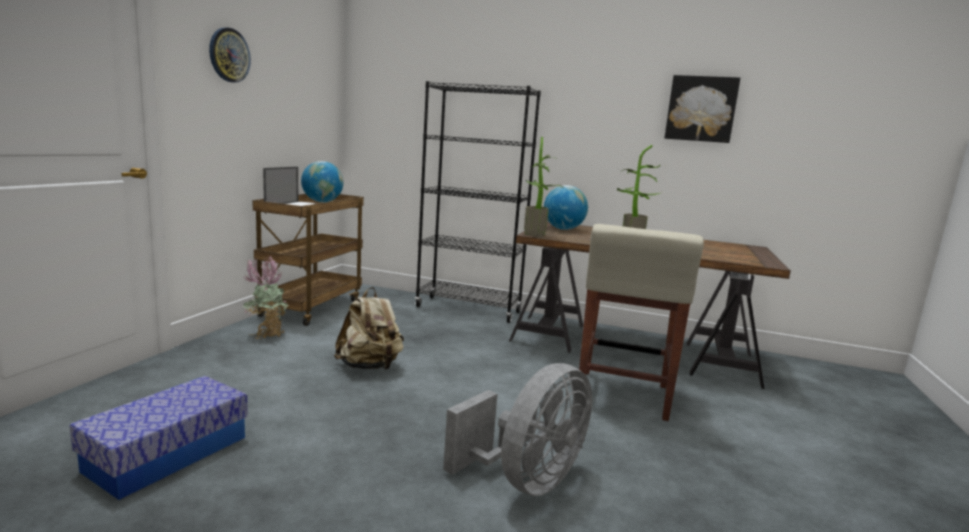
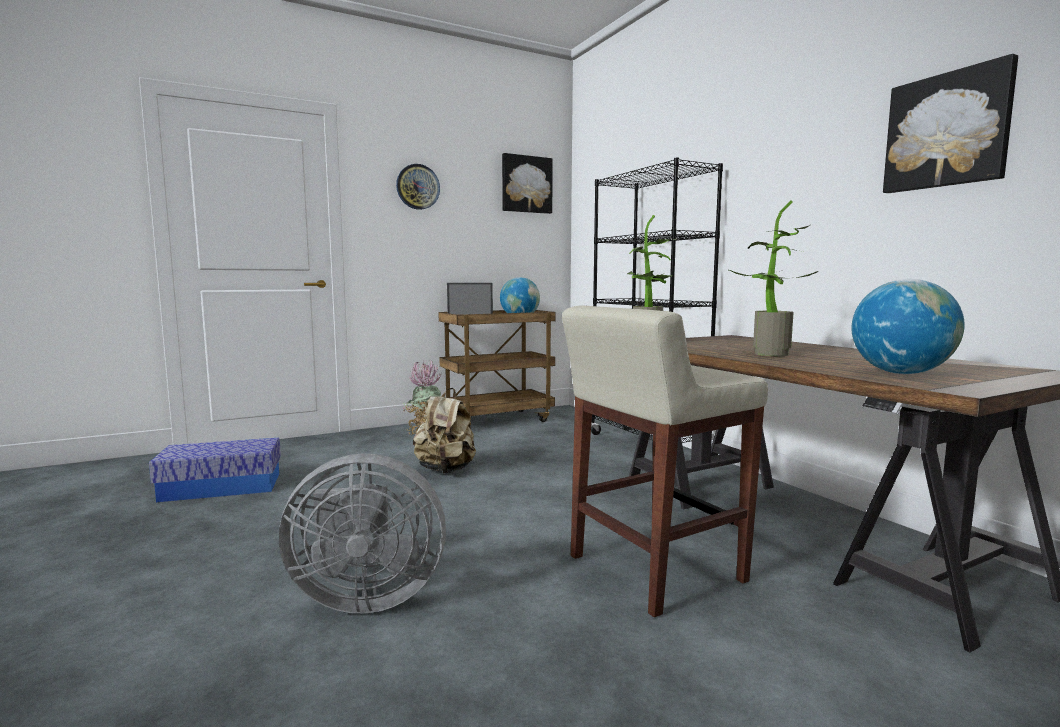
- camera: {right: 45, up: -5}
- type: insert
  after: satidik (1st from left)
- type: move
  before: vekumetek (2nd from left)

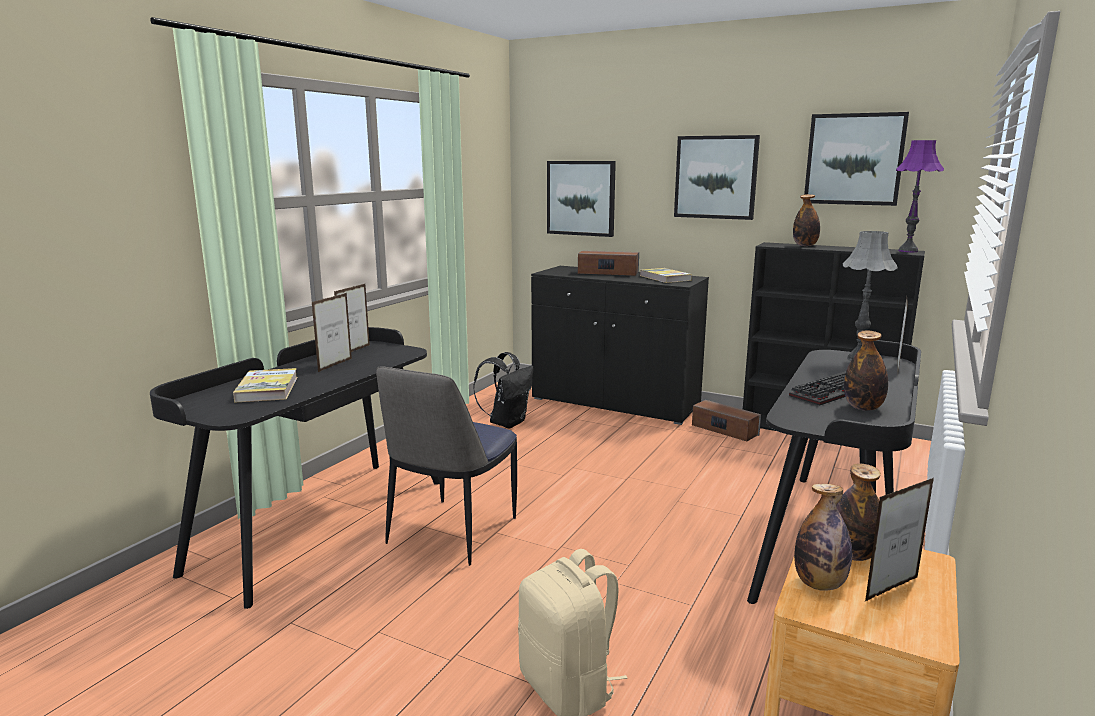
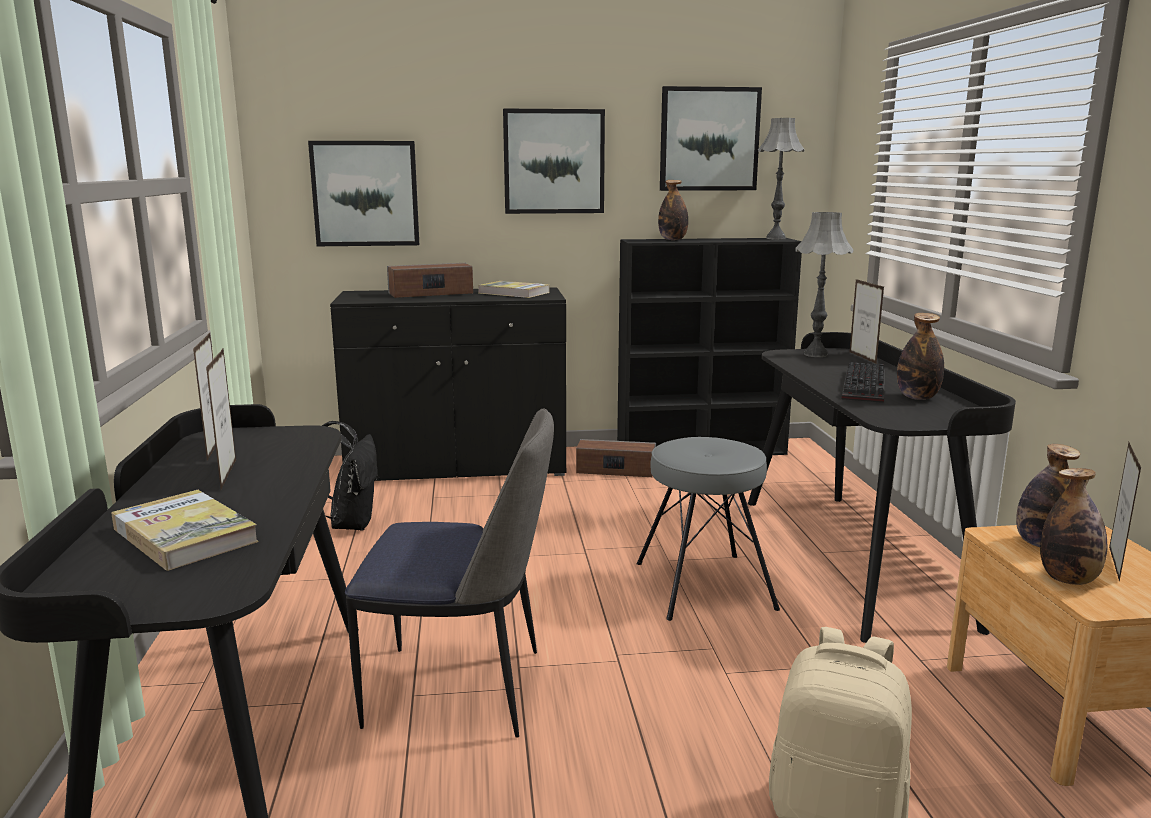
- camera: {right: -35, up: 0}
- type: insert
  after: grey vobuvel
- type: recolor
  before: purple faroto
  after: grey faroto (1st from left)
- type: rotate
  before: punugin
  turn: -75

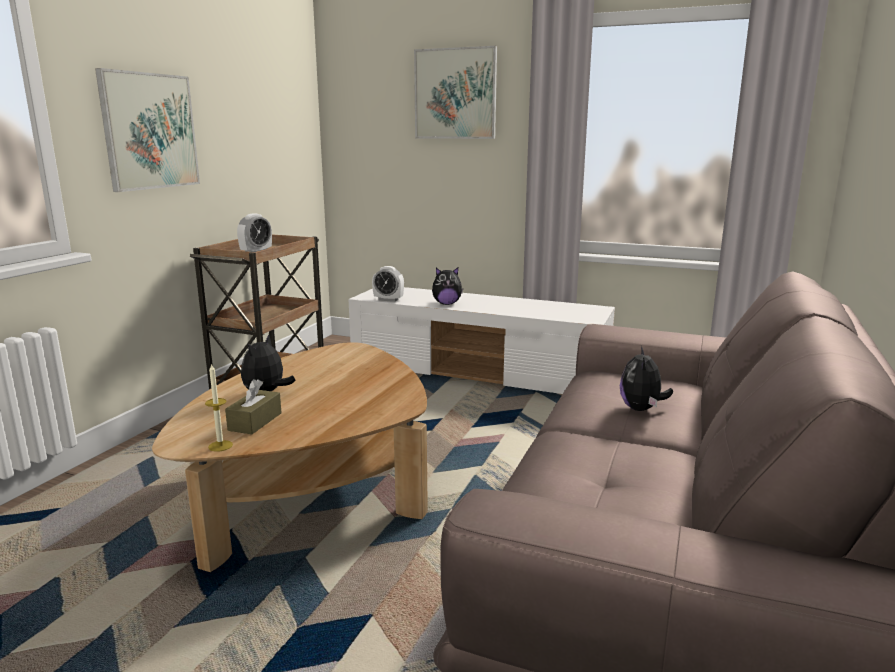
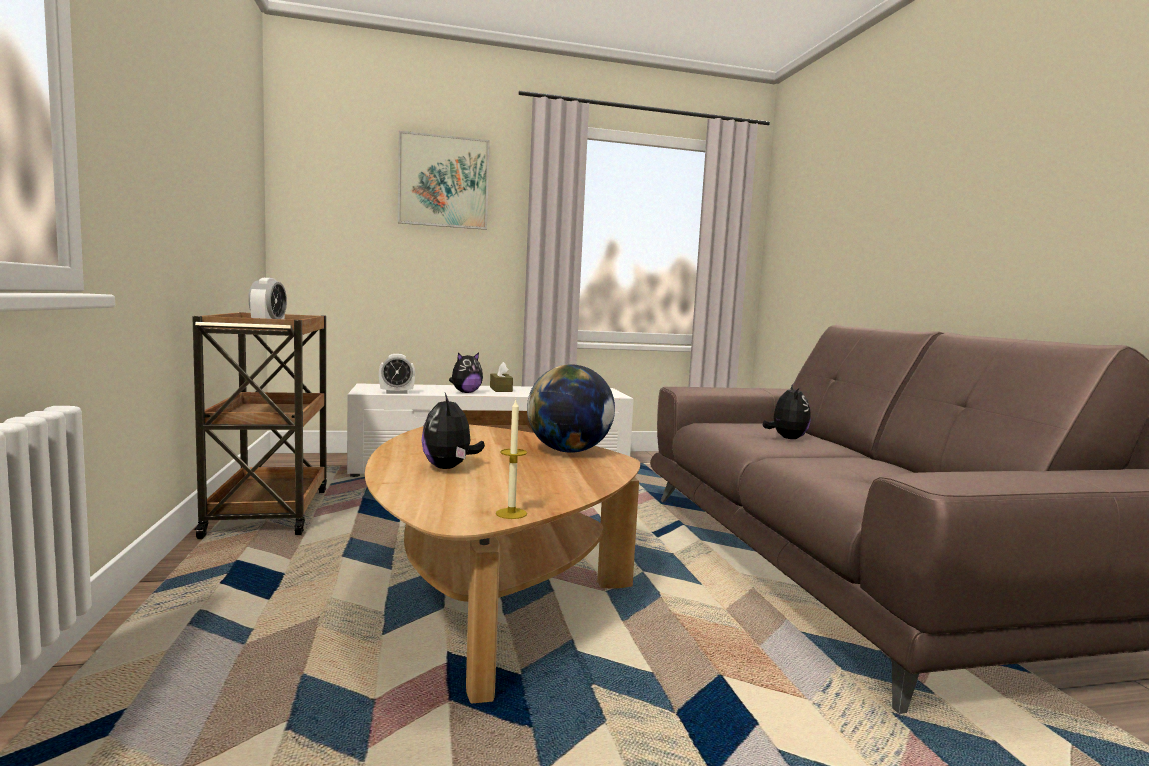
- camera: {right: -35, up: -10}
- type: delete
  before: satidik (1st from left)
- type: insert
  after: vekumetek
- type: move
  before: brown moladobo
- type: rotate
  before: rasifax (3rd from left)
  turn: -150

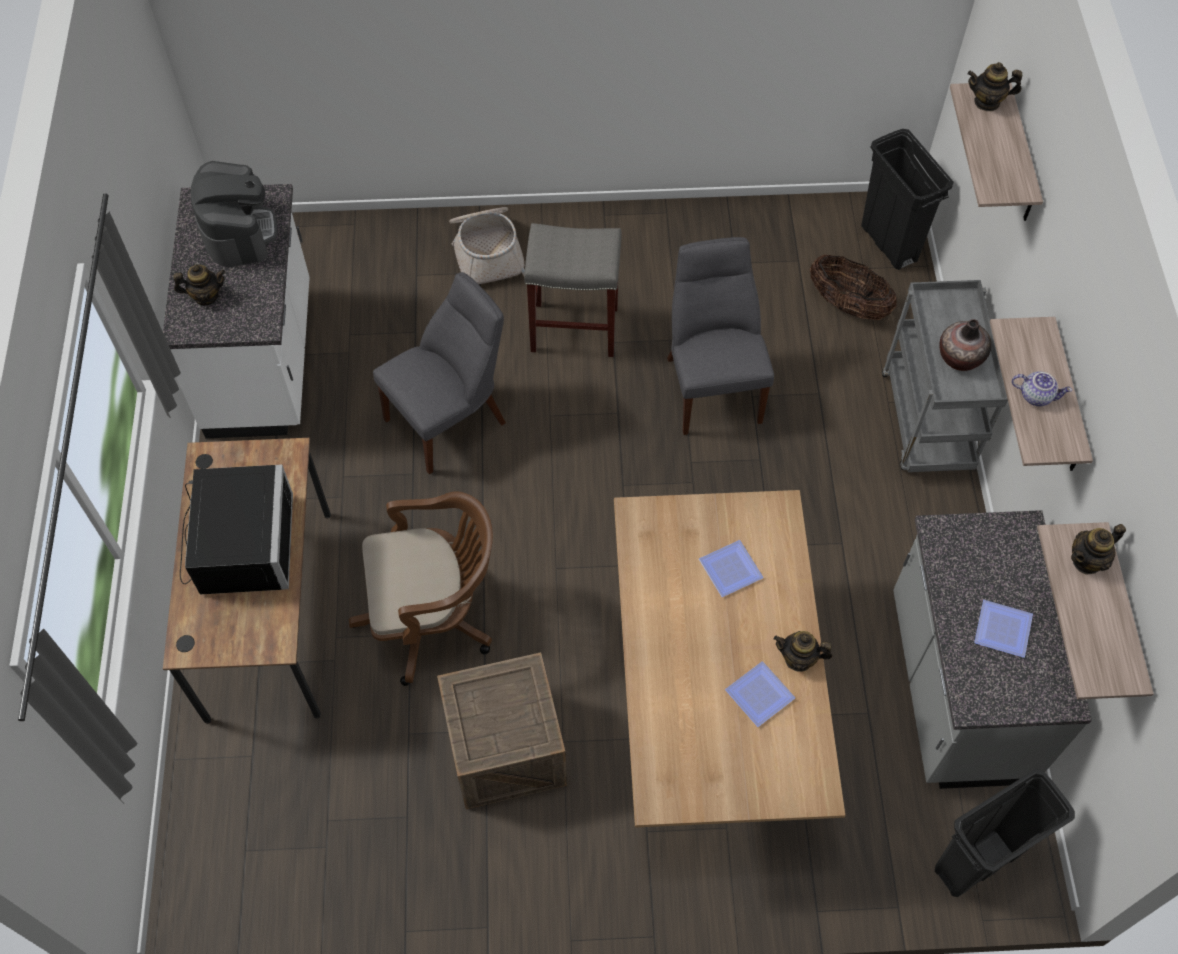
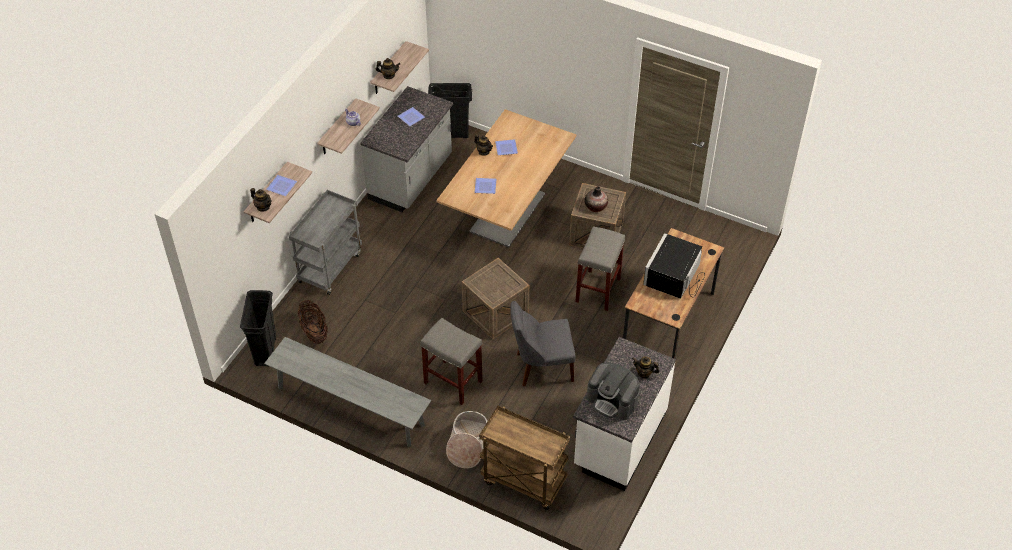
- camera: {right: -150, up: -10}
- type: delete
  before: grey punugin (2nd from left)
- type: insert
  after: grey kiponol
- type: insert
  after: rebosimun (1st from left)
- type: insert
  after: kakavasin (1st from left)
- type: insert
  after: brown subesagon
- type: move
  before: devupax
- type: replace
  before: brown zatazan
  after: grey vobuvel (2nd from left)
- type: rotate
  before: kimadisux
  turn: -75

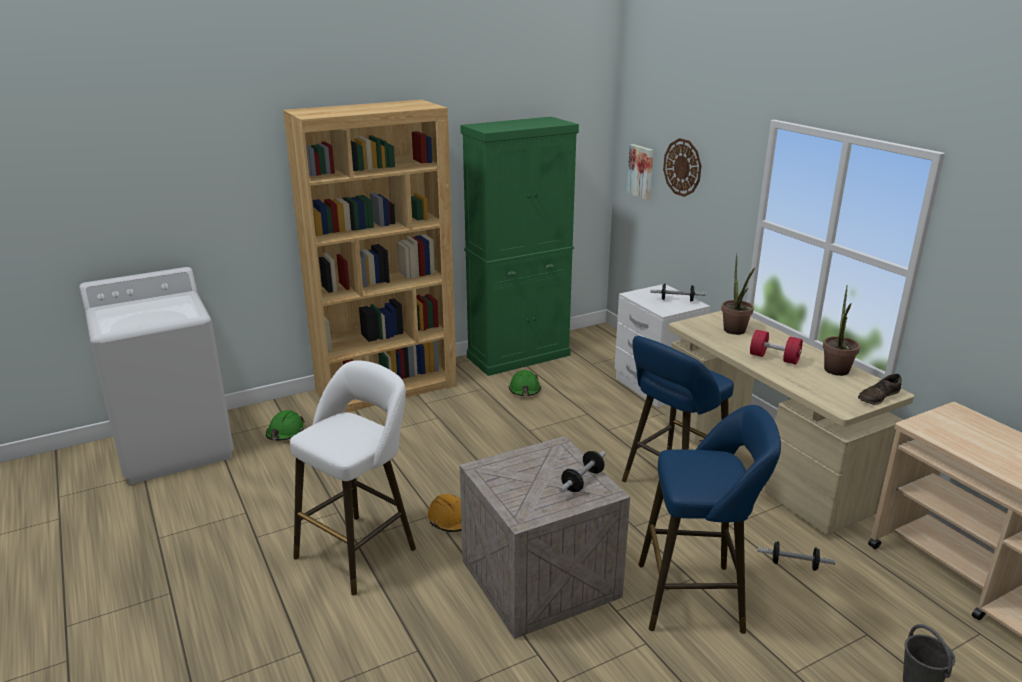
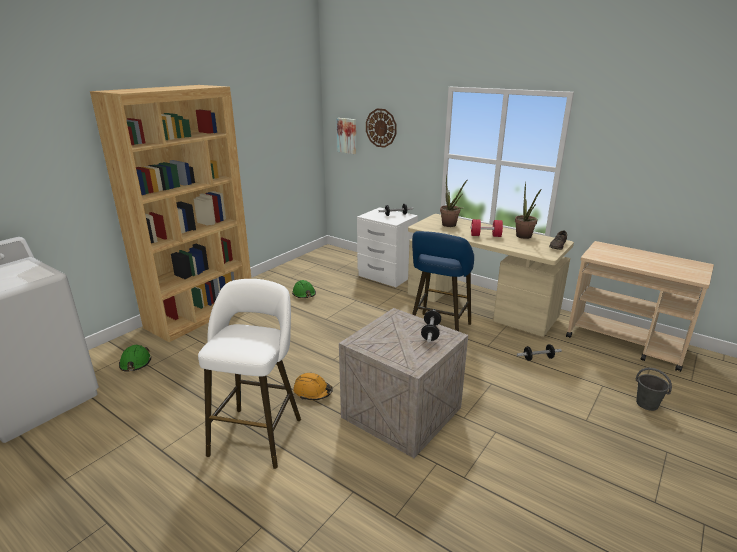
- camera: {right: -25, up: 0}
- type: delete
  before: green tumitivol
- type: delete
  before: blue vobuvel (2nd from left)

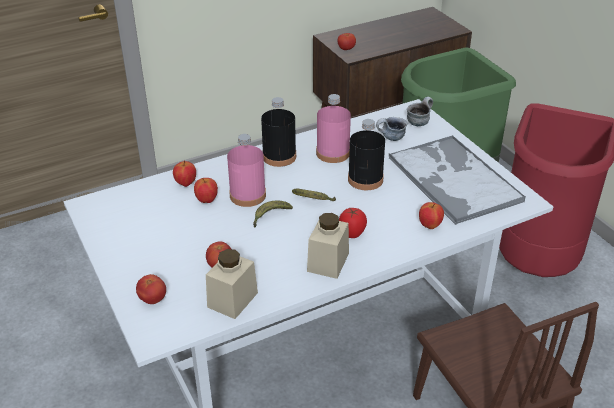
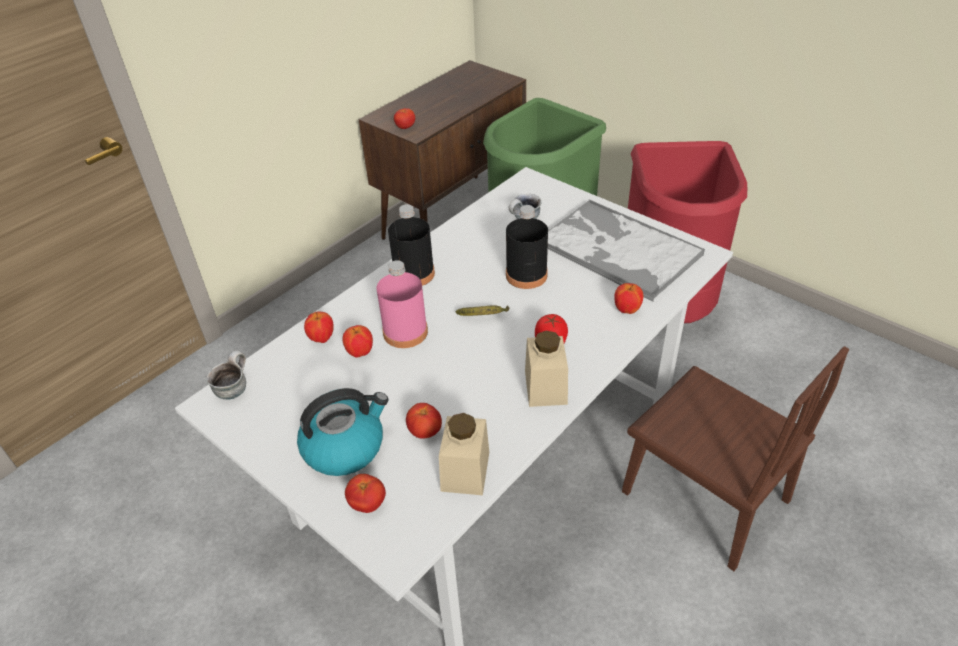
- camera: {right: -20, up: 5}
- type: delete
  before: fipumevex (1st from left)
- type: delete
  before: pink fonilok (2nd from left)
- type: insert
  after: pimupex
- type: move
  before: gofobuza (2nd from left in the first image)
  after: gofobuza (1st from left)

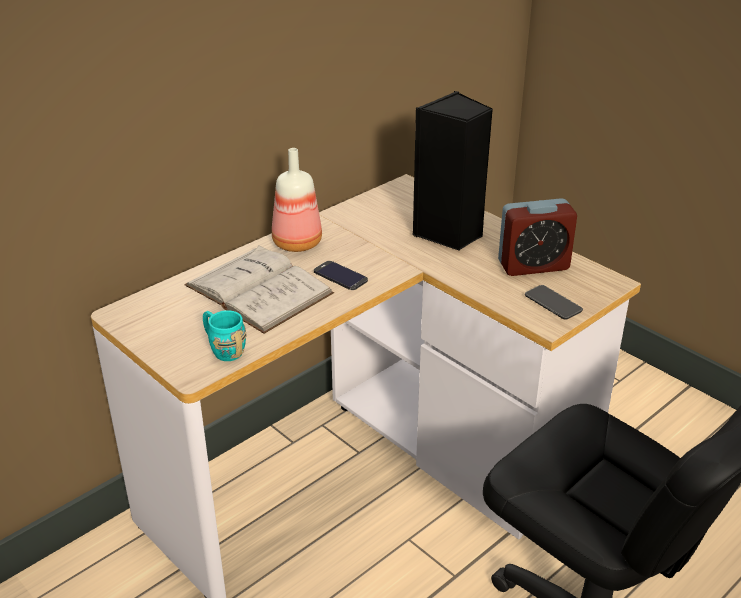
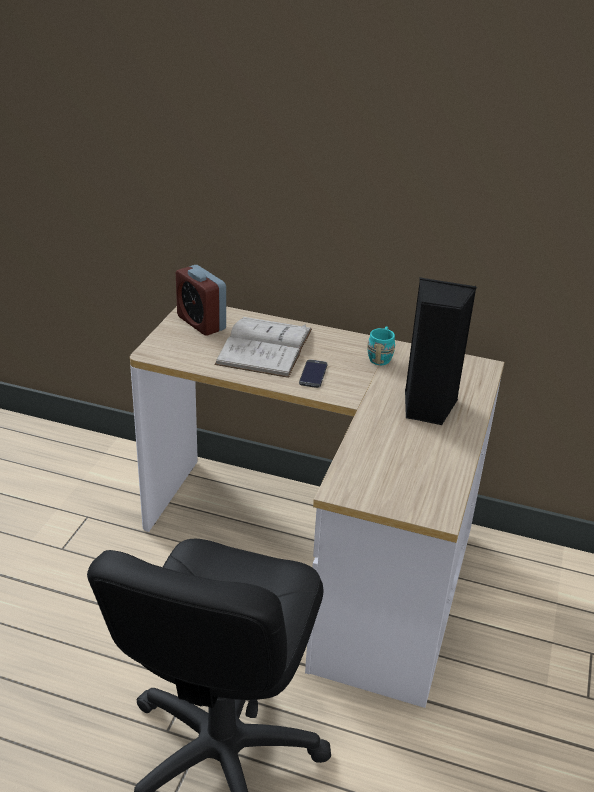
- camera: {right: 60, up: 0}
- type: delete
  before: fonilok
- type: delete
  before: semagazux (2nd from left)
- type: move
  before: turquoise gofobuza
- type: move
  before: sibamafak

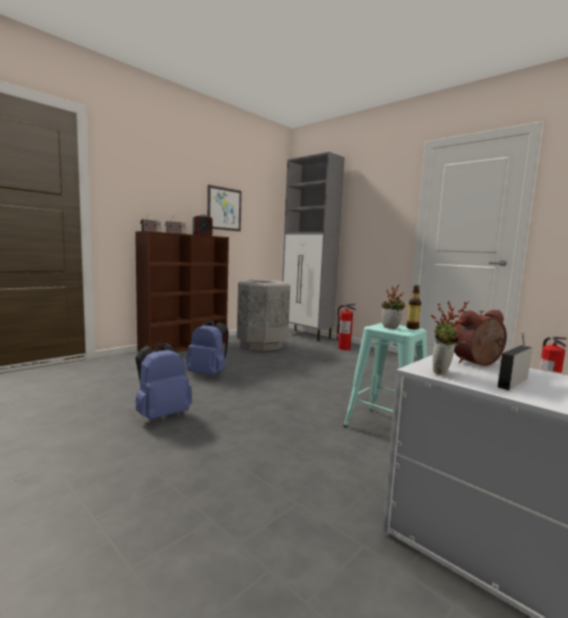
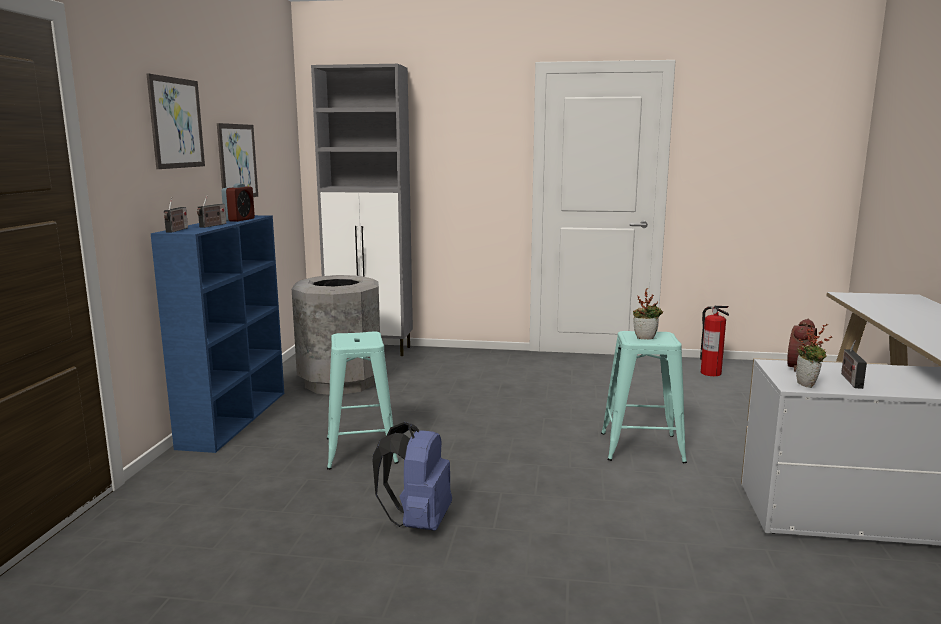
- camera: {right: -35, up: 5}
- type: delete
  before: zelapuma (1st from left)
- type: delete
  before: fonilok
- type: insert
  after: satidik (1st from left)
- type: replace
  before: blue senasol (2nd from left)
  after: turquoise vobuvel (1st from left)
- type: recolor
  before: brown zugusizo
  after: blue zugusizo

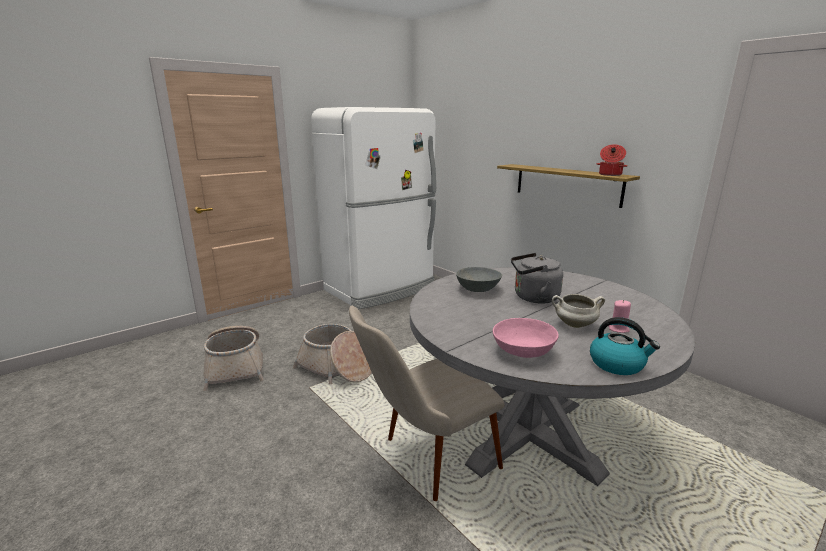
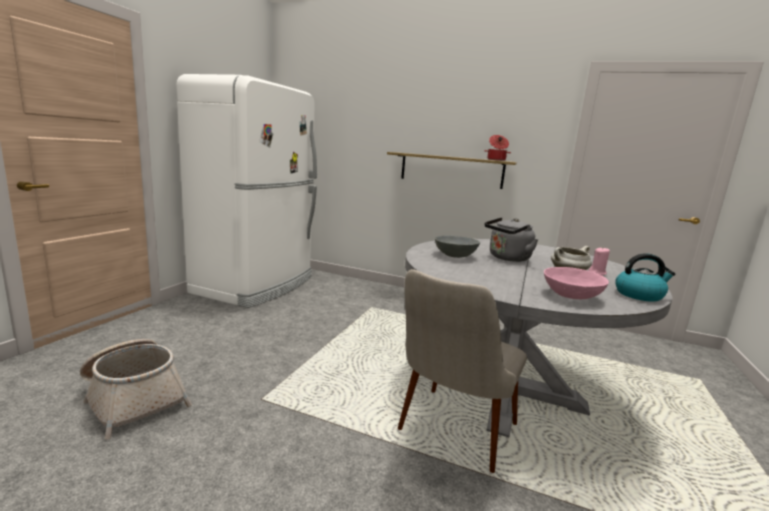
- camera: {right: -30, up: -5}
- type: delete
  before: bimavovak (2nd from left)

